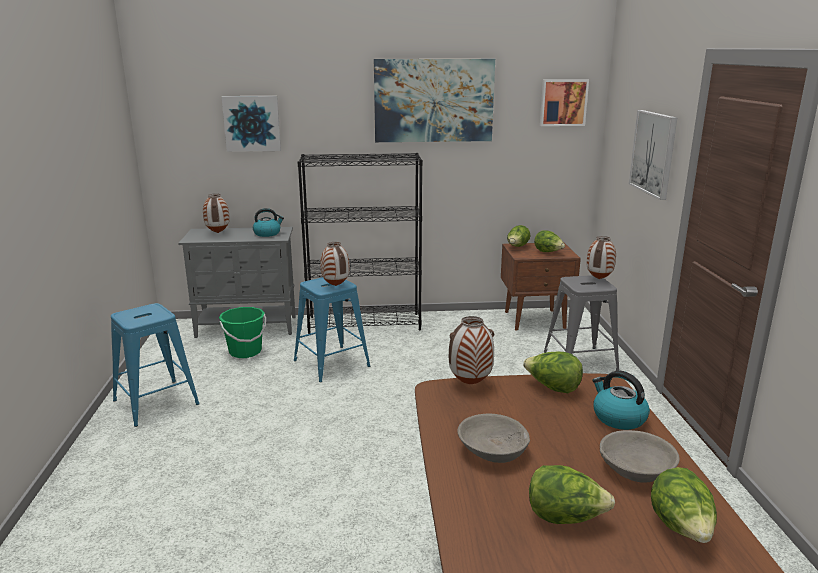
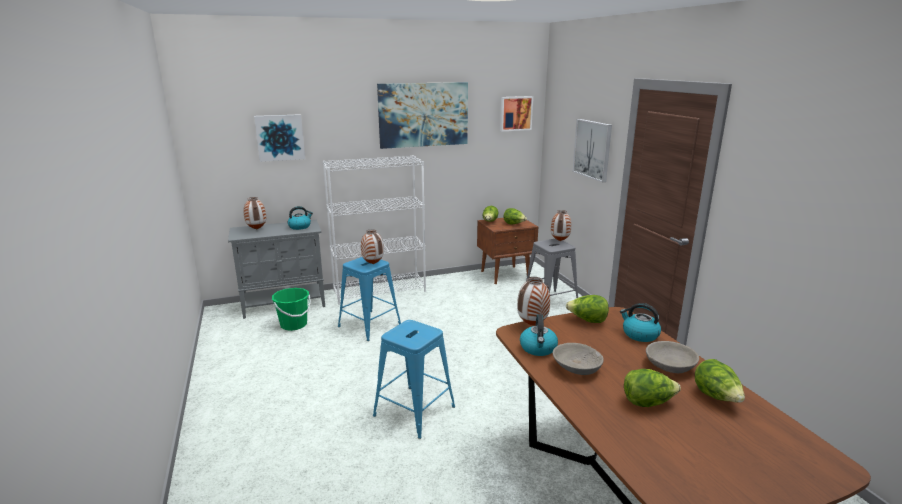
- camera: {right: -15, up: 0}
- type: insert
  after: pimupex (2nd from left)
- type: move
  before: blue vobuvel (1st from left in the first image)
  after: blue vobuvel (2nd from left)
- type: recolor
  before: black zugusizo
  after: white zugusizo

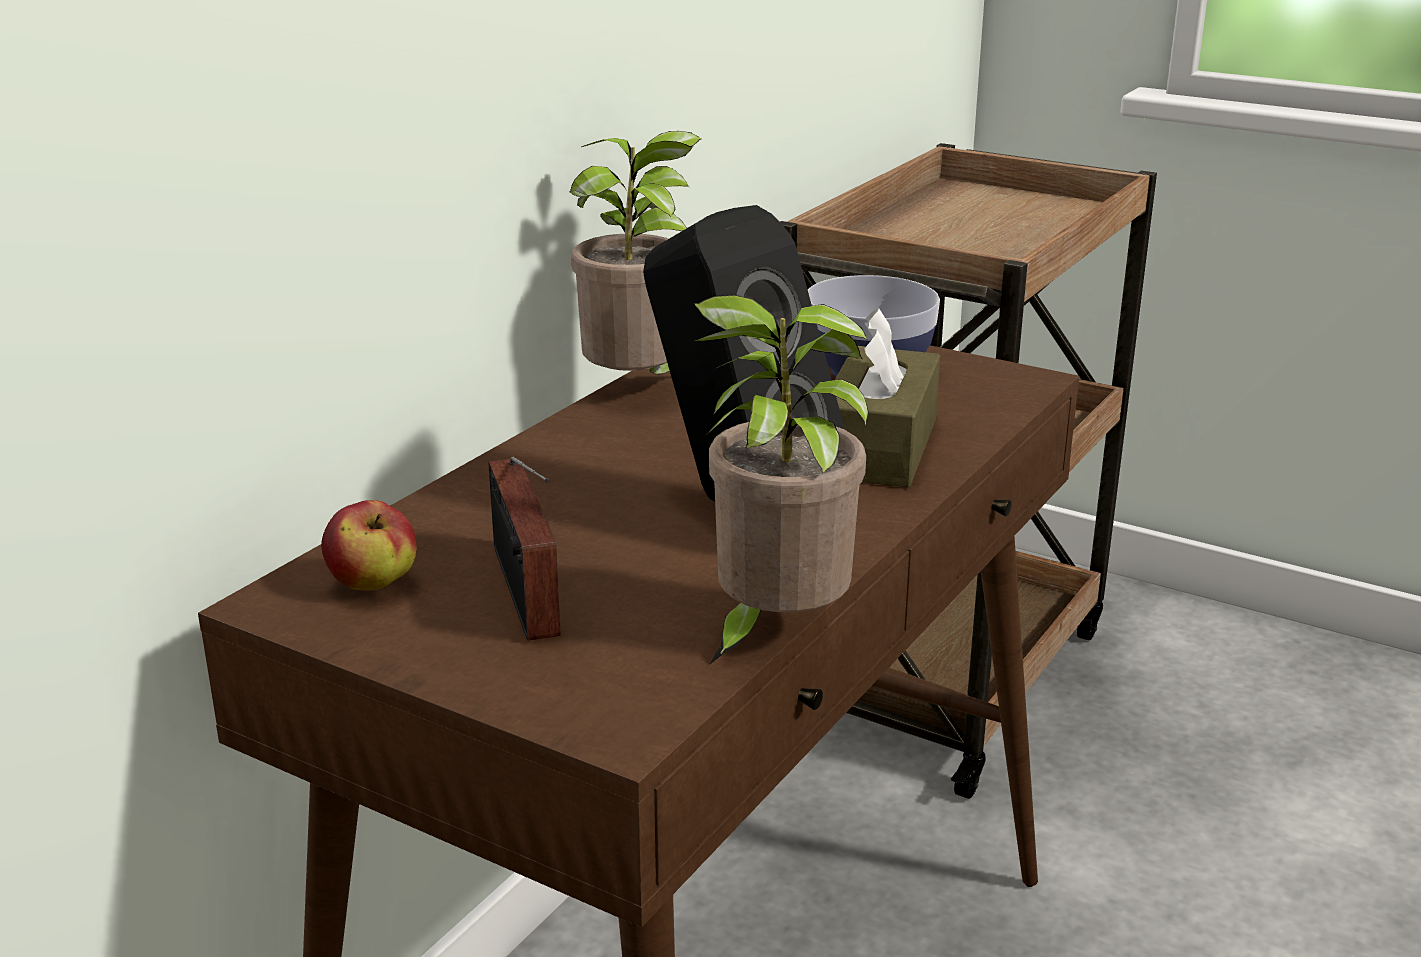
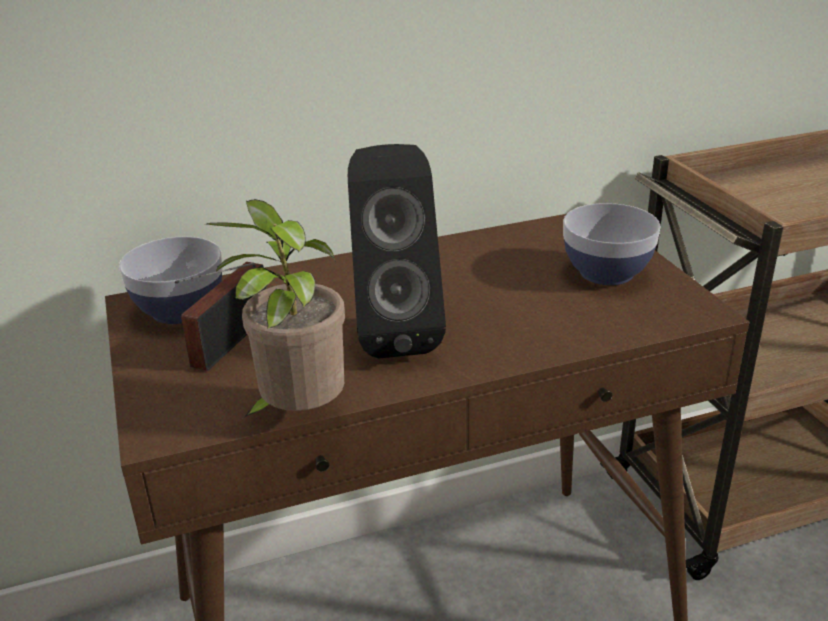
- camera: {right: 40, up: 5}
- type: delete
  before: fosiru (1st from left)
- type: delete
  before: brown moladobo
- type: replace
  before: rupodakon
  after: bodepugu (1st from left)

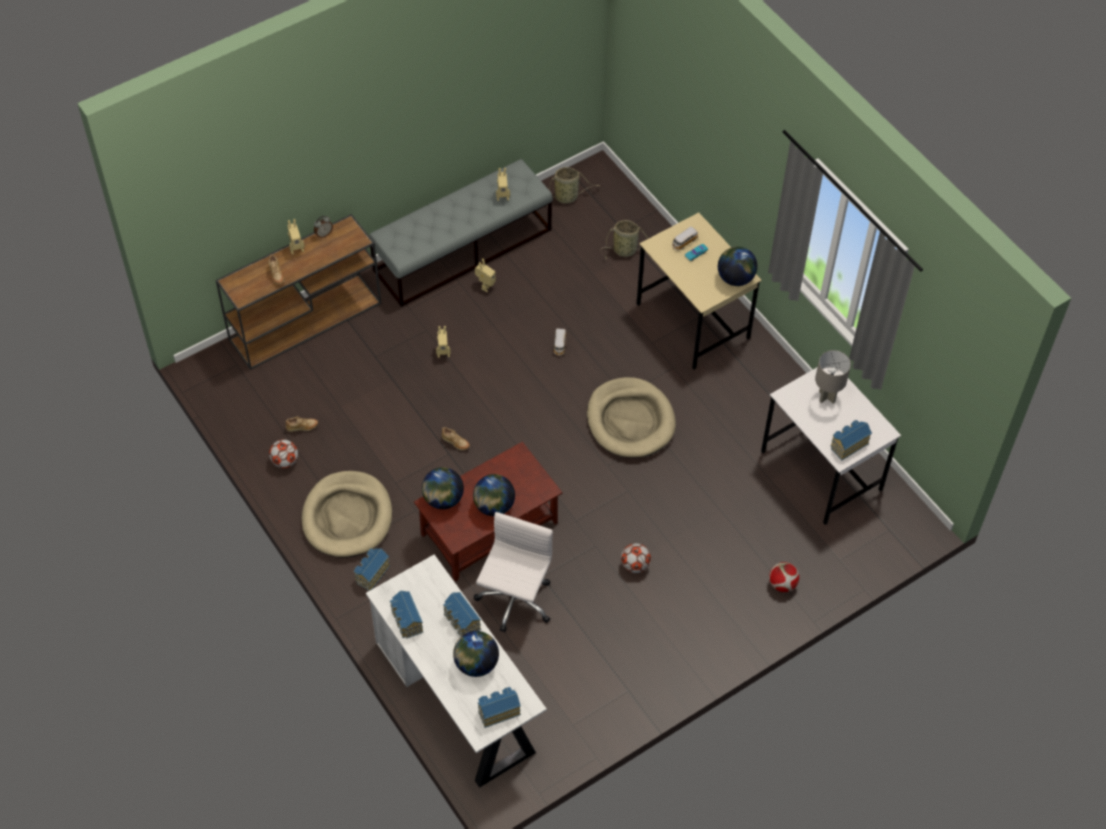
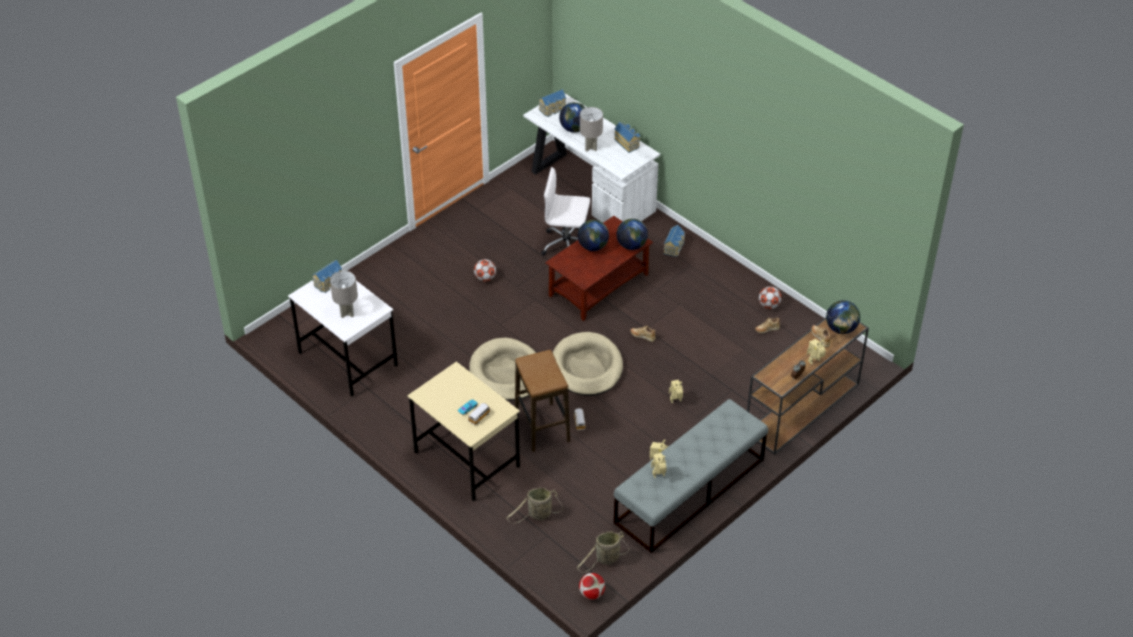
- camera: {right: 170, up: -10}
- type: insert
  after: vobuvel
- type: move
  before: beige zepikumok (1st from left in the first image)
  after: beige zepikumok (2nd from left)
- type: move
  before: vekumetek (4th from left)
- type: move
  before: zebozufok (3rd from left in the first image)
  after: zebozufok (2nd from left)
- type: replace
  before: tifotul (3rd from left)
  after: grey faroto (2nd from left)
- type: rotate
  before: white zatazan
  turn: 90

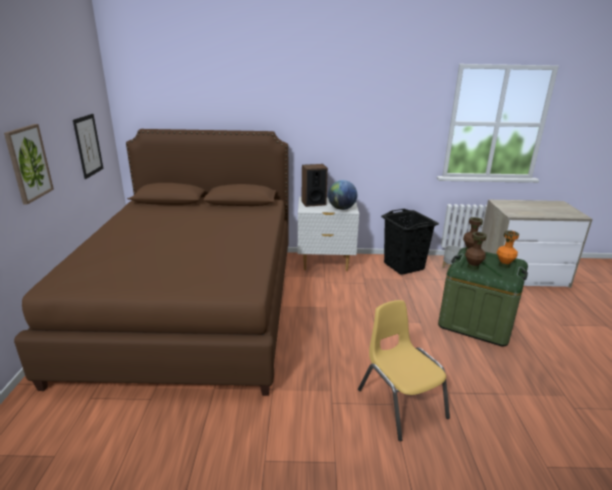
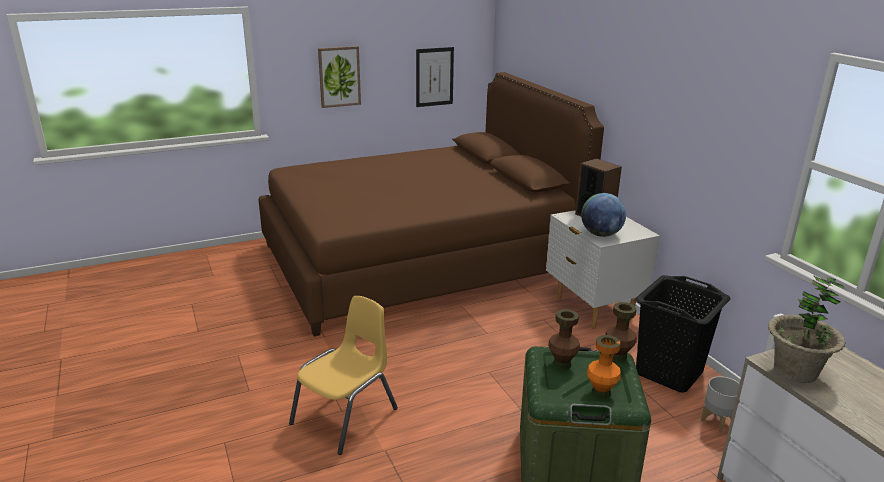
- camera: {right: 65, up: 0}
- type: insert
  after: fosiru

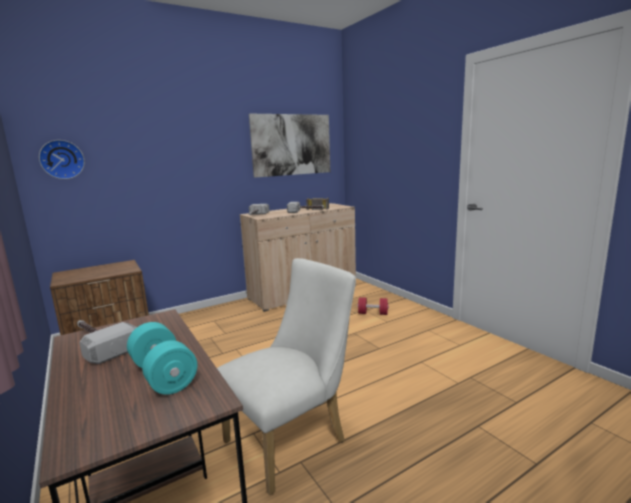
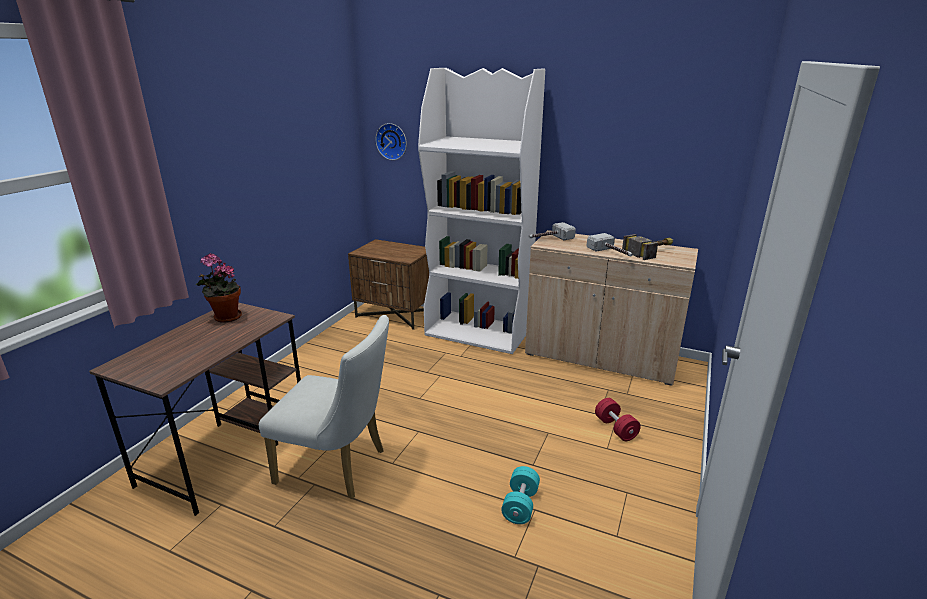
- camera: {right: 55, up: 10}
- type: delete
  before: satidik
- type: insert
  after: white zugusizo
- type: move
  before: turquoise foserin
- type: replace
  before: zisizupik (1st from left)
  after: fosiru

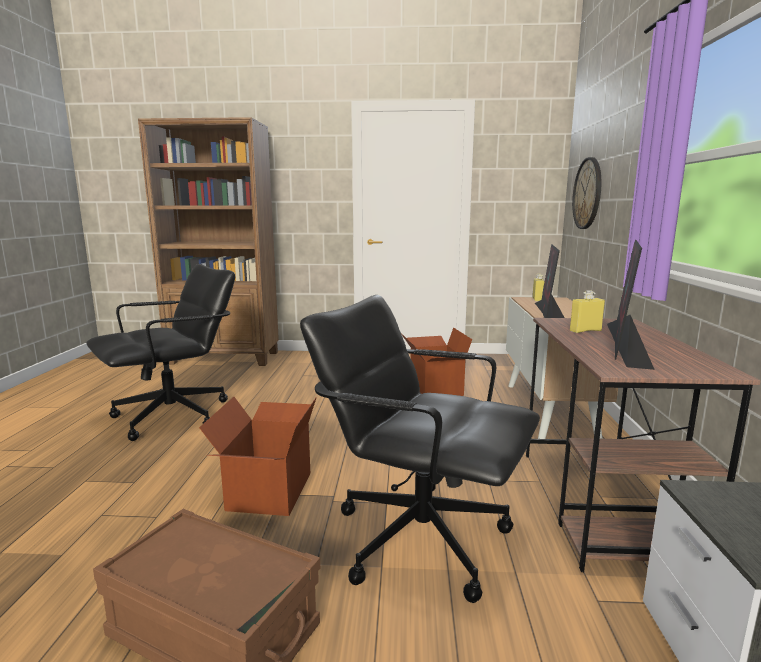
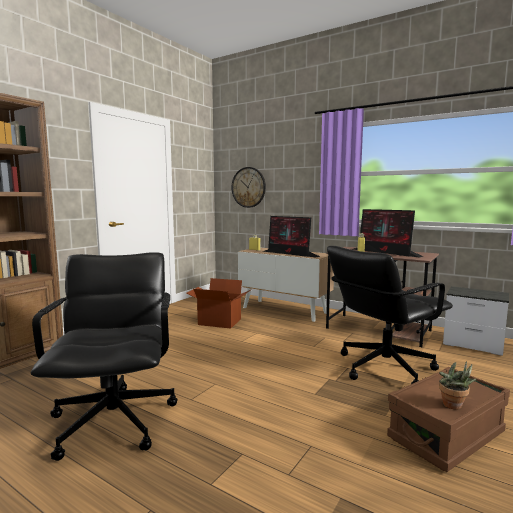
- camera: {right: -60, up: -5}
- type: delete
  before: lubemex (1st from left)
- type: insert
  after: fosiru

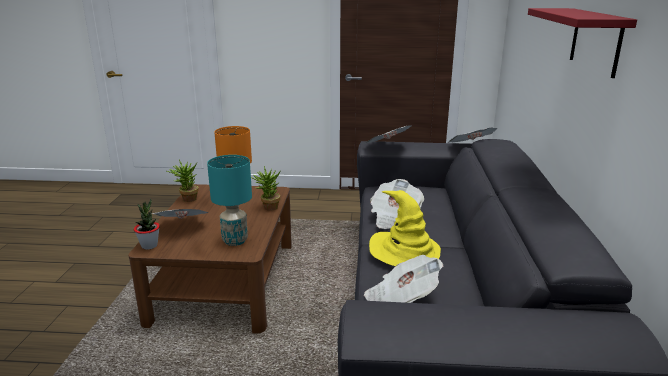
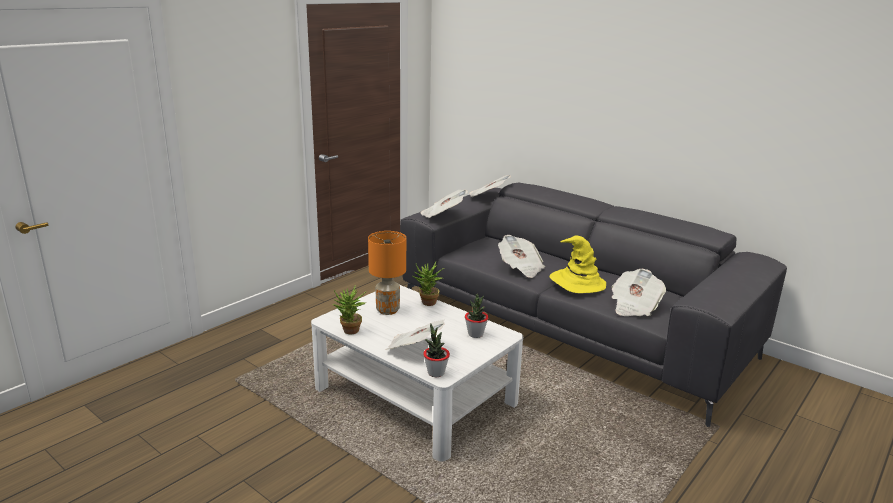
- camera: {right: -55, up: 0}
- type: delete
  before: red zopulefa
- type: replace
  before: turquoise faroto
  after: fosiru (4th from left)
- type: recolor
  before: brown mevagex
  after: white mevagex

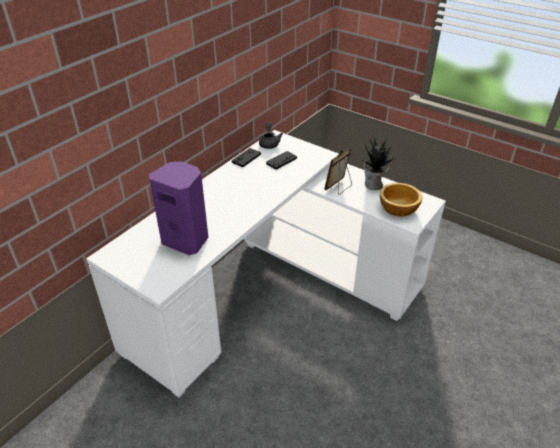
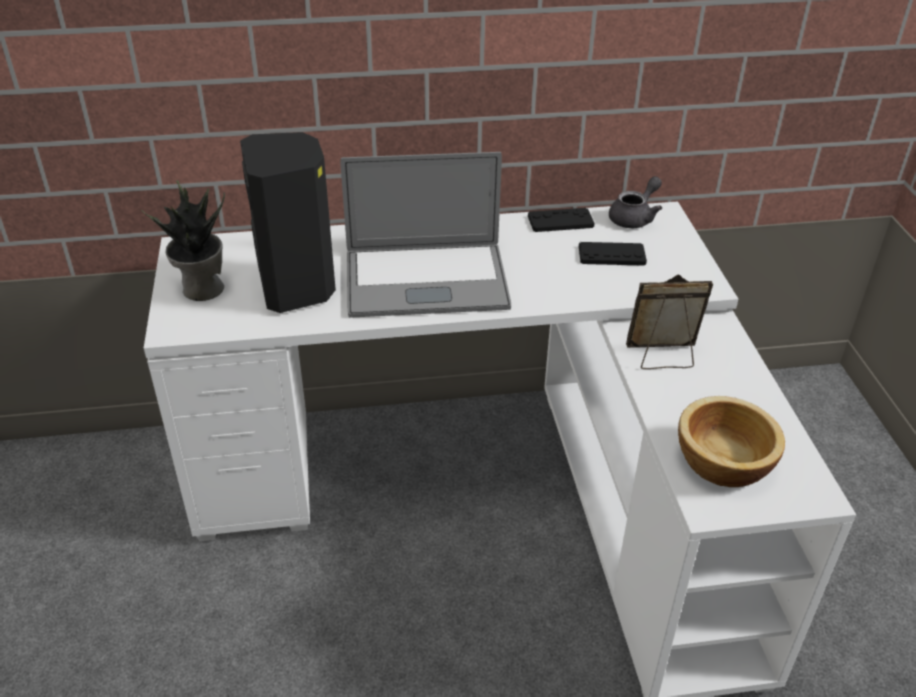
- camera: {right: 45, up: 0}
- type: insert
  after: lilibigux
- type: move
  before: fosiru
- type: recolor
  before: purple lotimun
  after: black lotimun

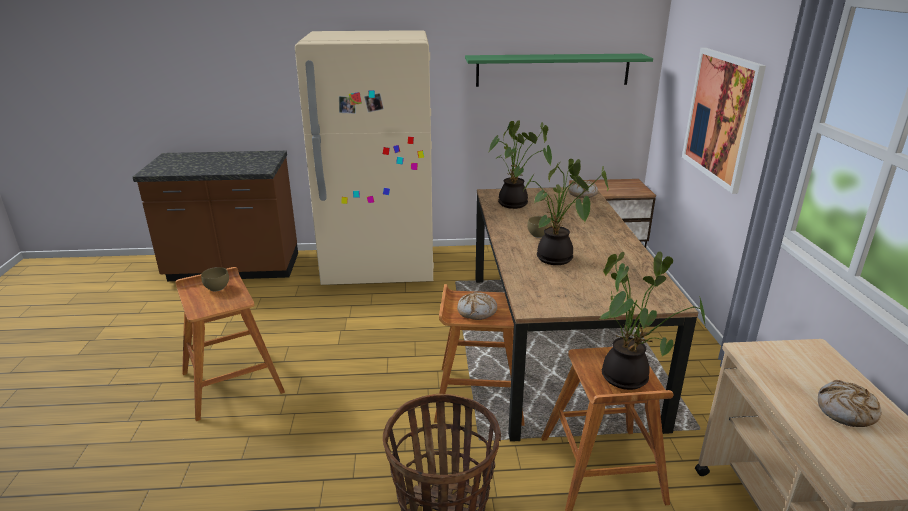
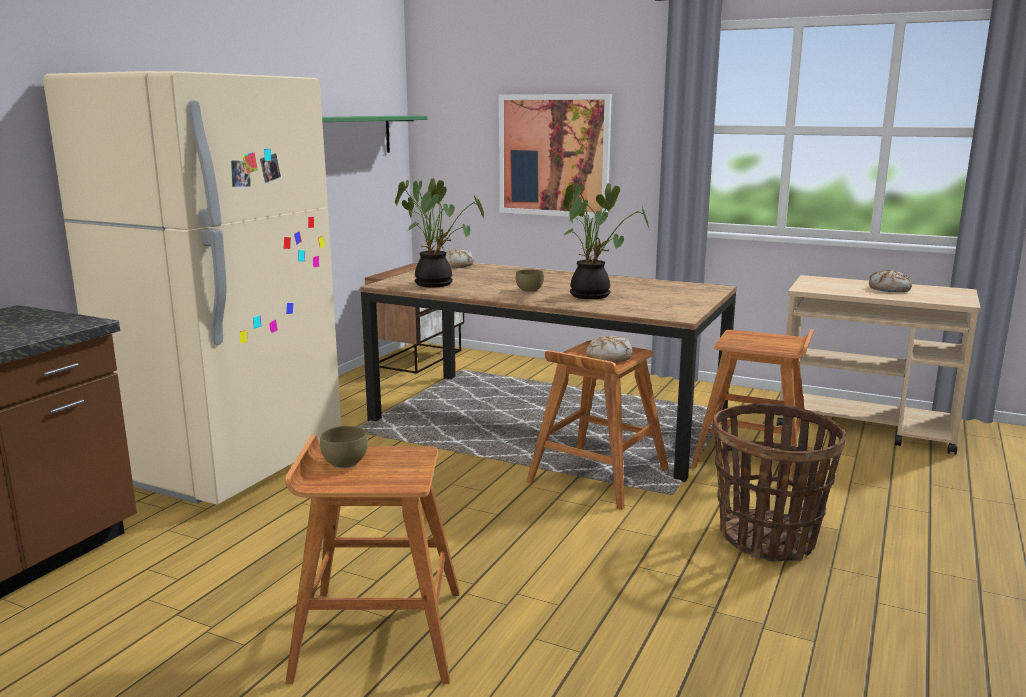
- camera: {right: -60, up: -10}
- type: delete
  before: fosiru (3rd from left)

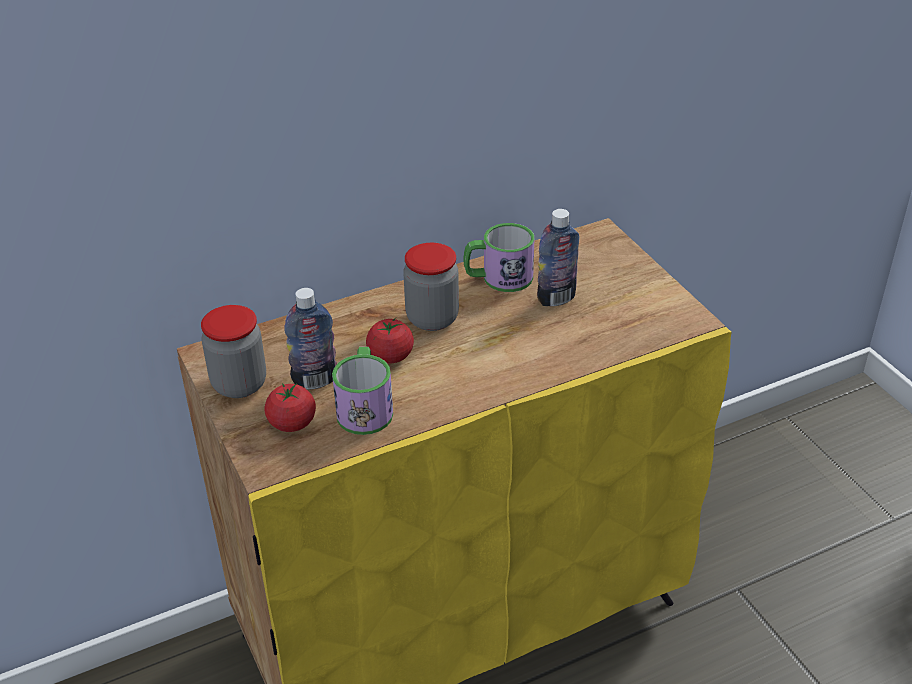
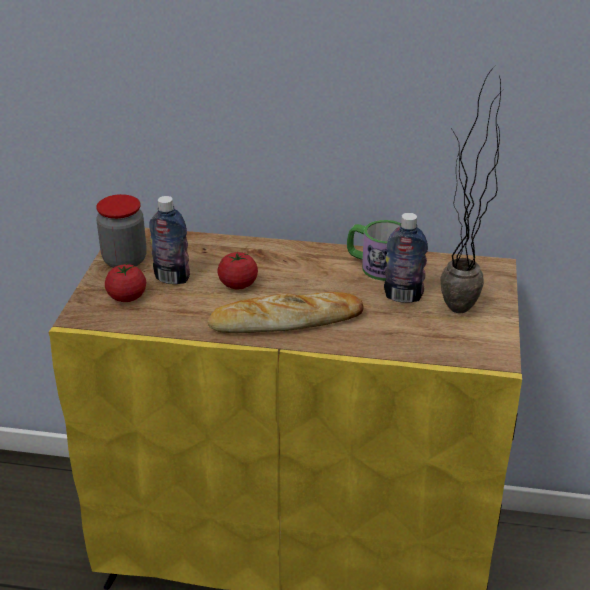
- camera: {right: 35, up: -5}
- type: delete
  before: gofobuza (1st from left)
- type: delete
  before: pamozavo (2nd from left)
- type: insert
  after: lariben
- type: insert
  after: fosiru

